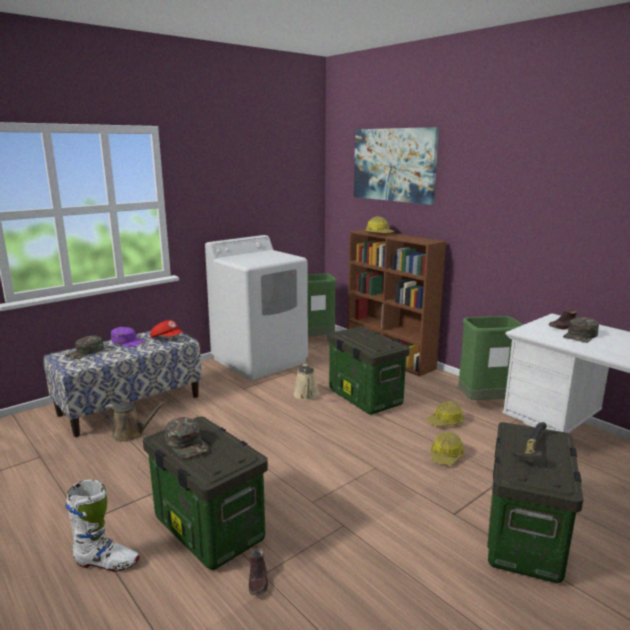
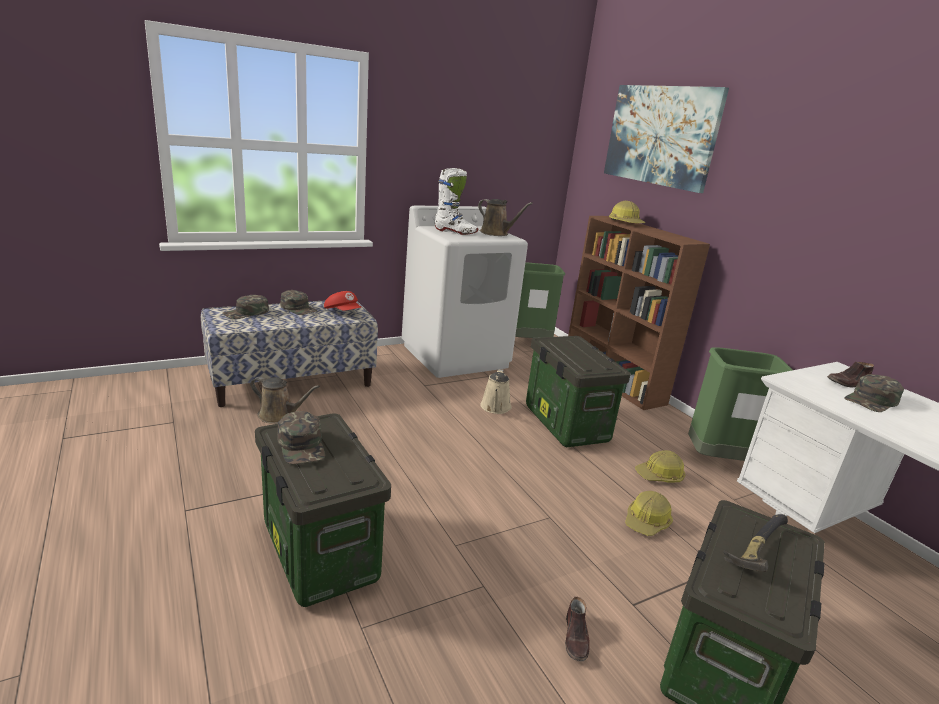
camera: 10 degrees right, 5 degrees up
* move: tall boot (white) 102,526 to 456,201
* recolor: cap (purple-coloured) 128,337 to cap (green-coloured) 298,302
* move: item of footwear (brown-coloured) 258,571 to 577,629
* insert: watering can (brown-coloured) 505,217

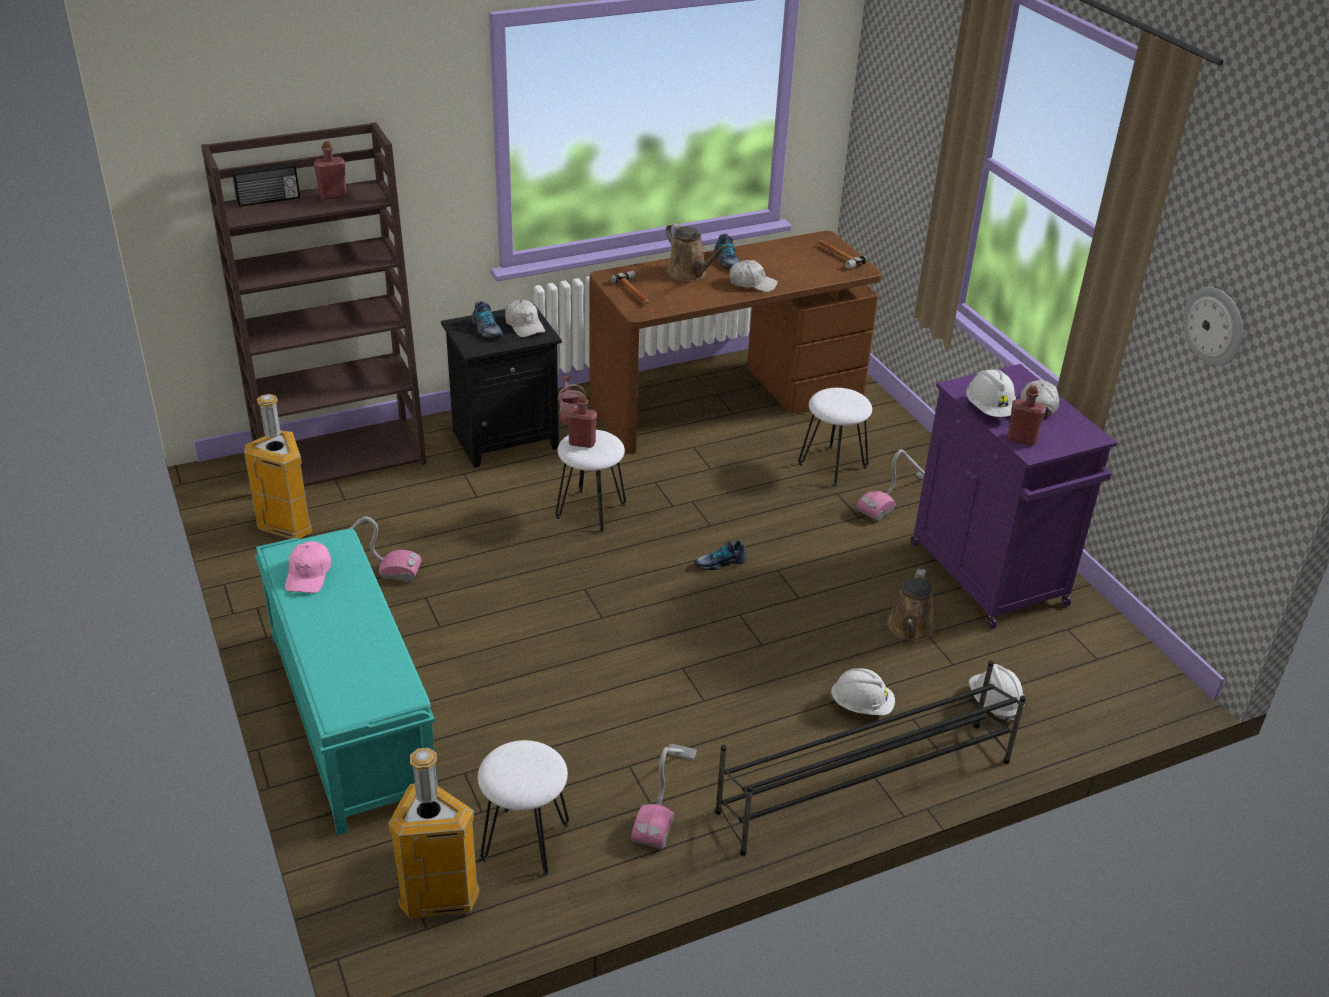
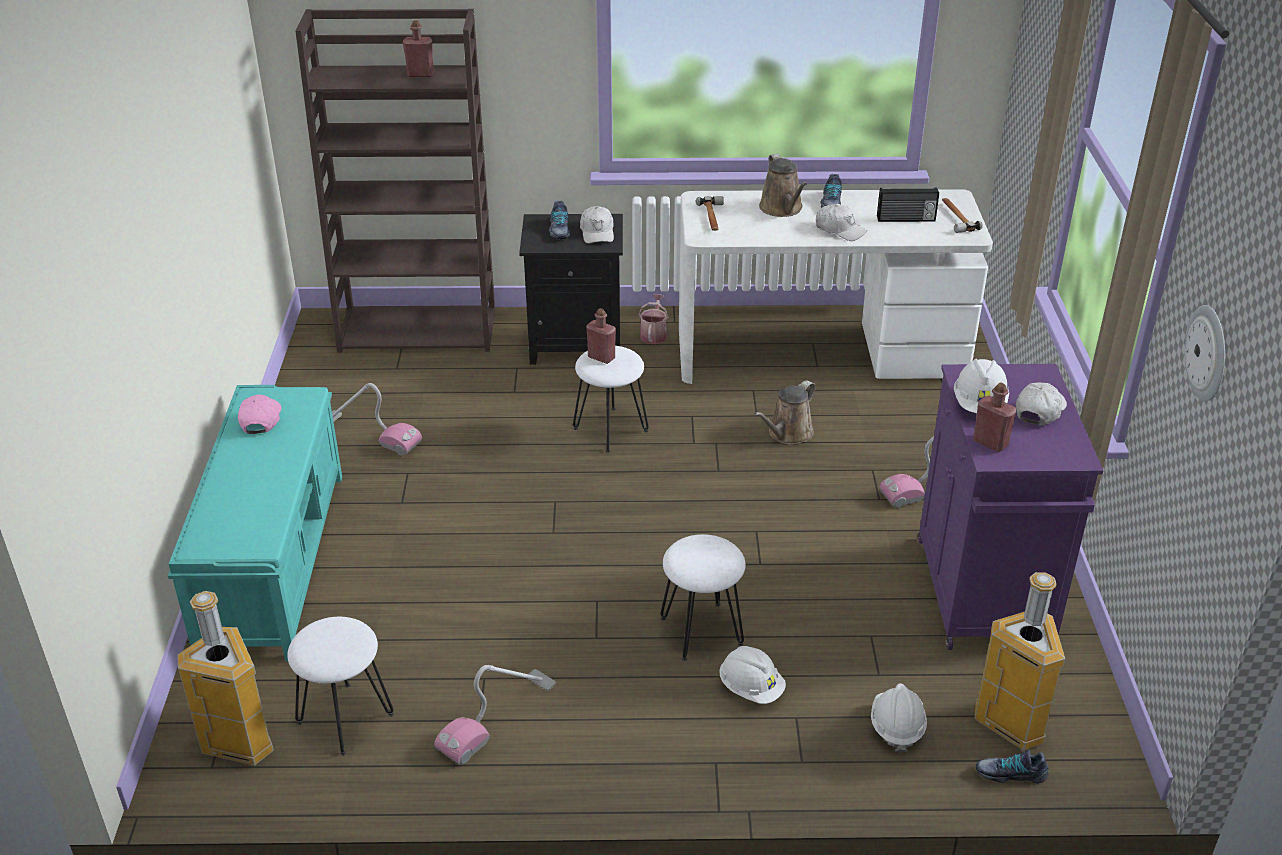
camera: 25 degrees right, 0 degrees up
* move: radio receiver 266,184 to 908,204
* move: trash can 278,466 to 1020,661
* rotate: cap (pinkish) 308,567 = 260,414 150 degrees clockwise
* recolor: desk table (brown-coloured) 735,342 to desk table (white) 836,286
* move: item of footwear 721,555 to 1012,767
* delete: shoe rack (blackish) 870,758
* move: stool (white) 835,437 to 703,597
* move: watering can (brown-coloured) 911,605 to 785,412

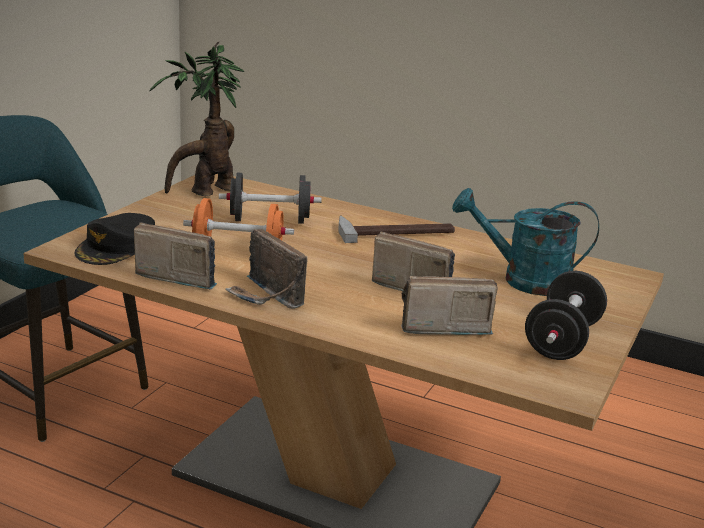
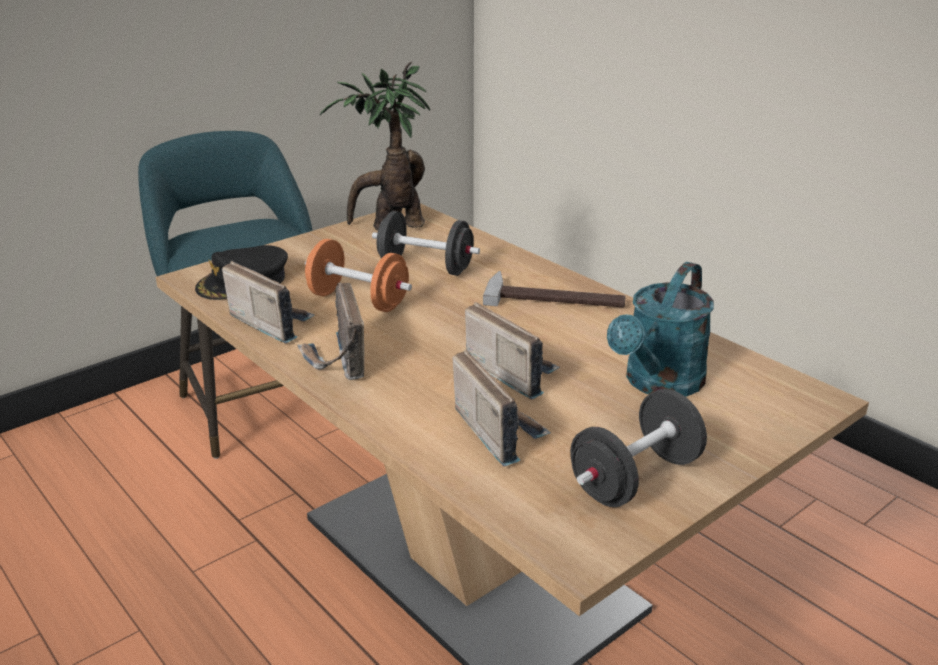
camera: 25 degrees right, 5 degrees up
* rotate: radio receiver 449,305 = 502,407 45 degrees clockwise
* rotate: watering can (turquoise) 525,242 = 660,329 90 degrees counterclockwise

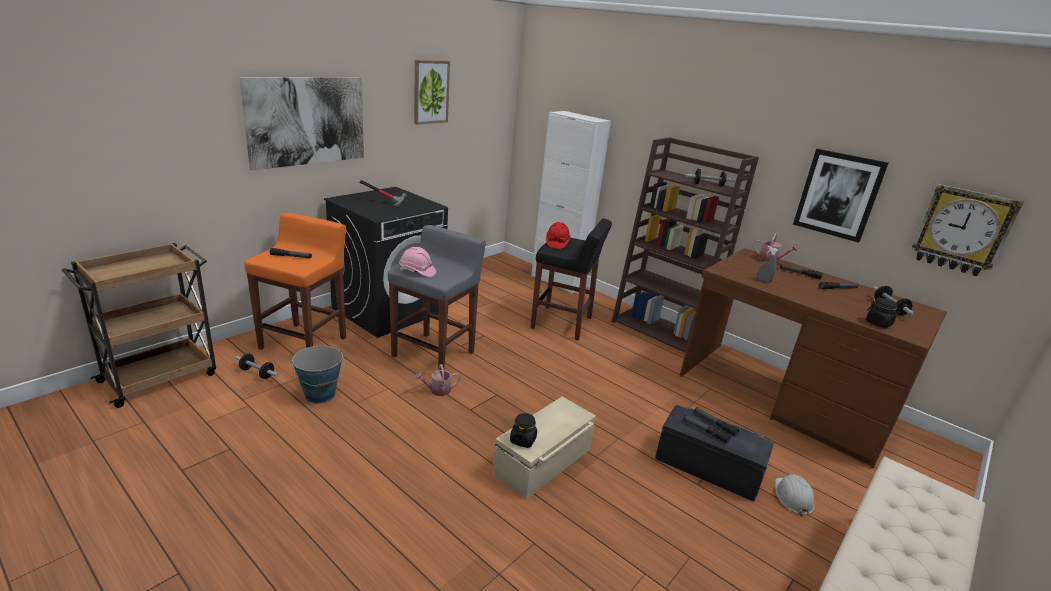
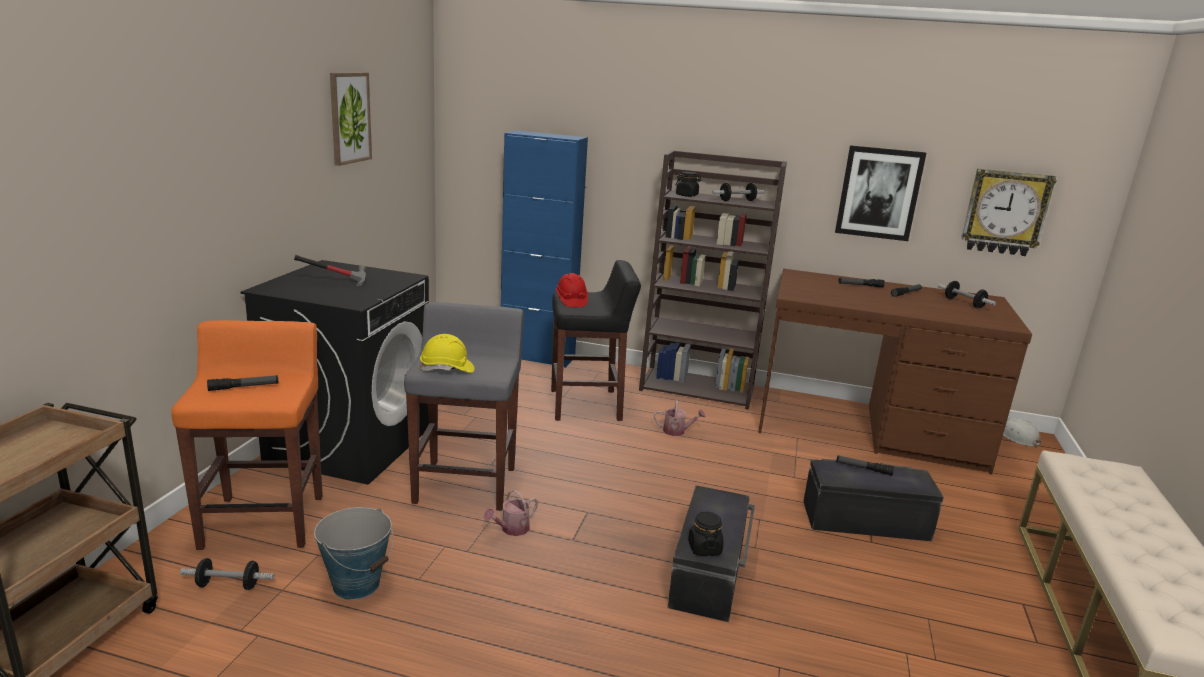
camera: 25 degrees left, 5 degrees down
* delete: wall art 301,123
* recolor: work helmet (pinkish) 417,262 to work helmet (yellowish) 446,353
* recolor: storage box (sand-coloured) 544,448 to storage box (blackish) 711,553
* recolor: cabinet (white) 571,202 to cabinet (blue) 544,249
* delete: hand torch 707,429
* move: watering can 775,248 to 680,418
* delete: spray bottle (gray) 768,264
* move: work helmet (white) 795,495 to 1022,432
* move: jar (blackish) 883,313 to 689,184

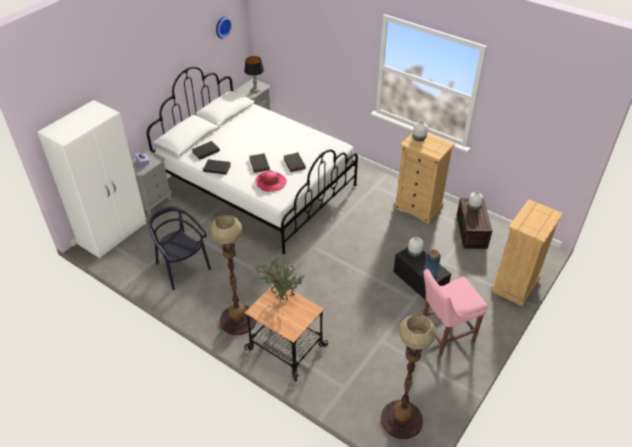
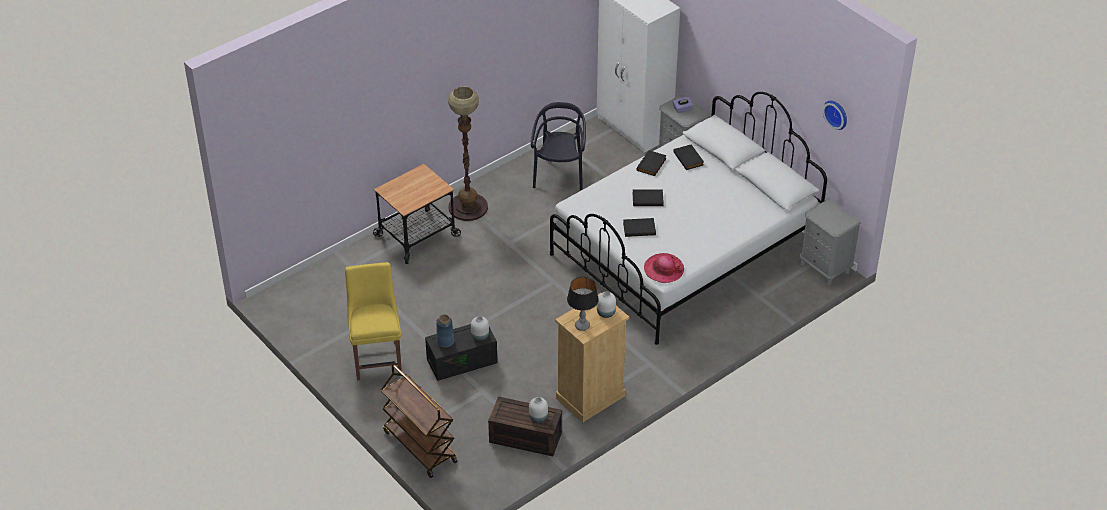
camera: 105 degrees right, 0 degrees up
* rotate: plain chair (blackish) 179,248 = 558,146 60 degrees counterclockwise
* move: lamp for a table 254,74 to 583,304
* delete: potted plant 279,277
* move: clothing hat 271,181 to 664,268
* delete: standing lamp 408,376
* recolor: plain chair (pinkish) 455,312 to plain chair (yellowish) 373,321
* replace: chest of drawers (sand-coloured) 527,252 to trolley (brown-coloured) 419,421

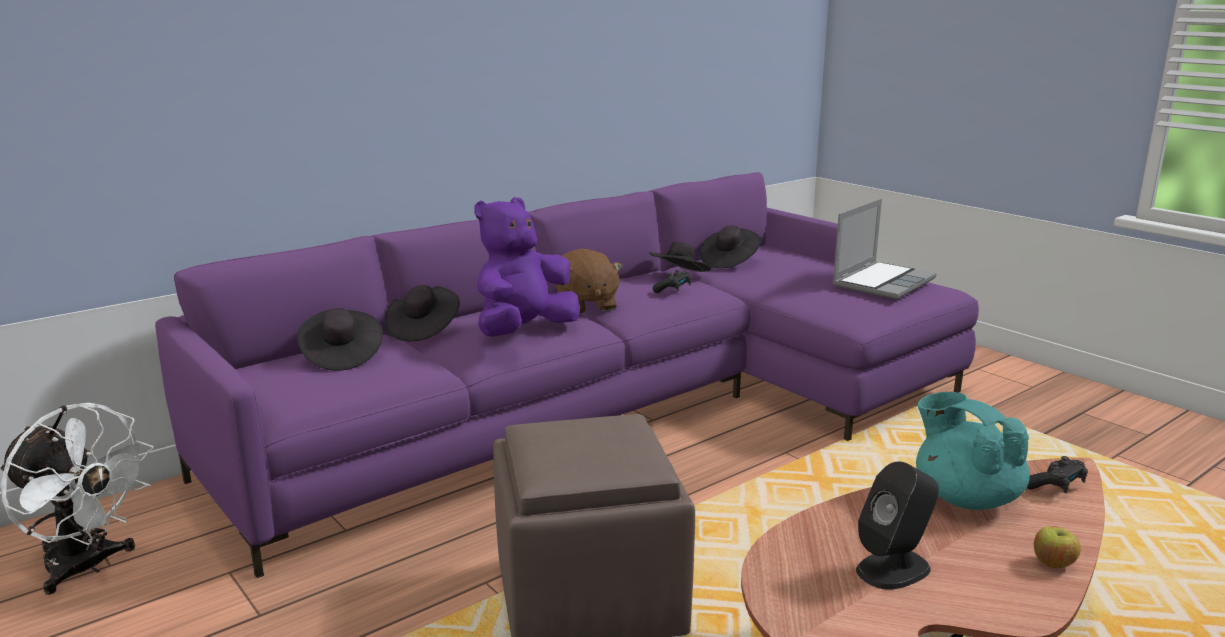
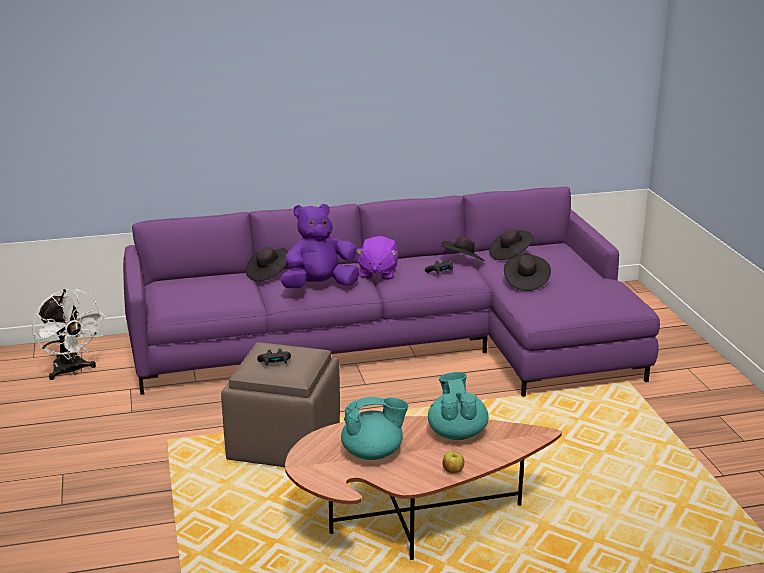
camera: 25 degrees right, 5 degrees up
* move: clothing hat (blackish) 340,339 to 527,272
* recolor: cuddly toy (brown-coloured) 589,281 to cuddly toy (purple-coloured) 377,258
* delete: portable computer 884,249
* replace: loudspeaker (blackish) 897,525 to pot for tea (turquoise) 375,428
* move: joypad (blackish) 1057,474 to 274,357

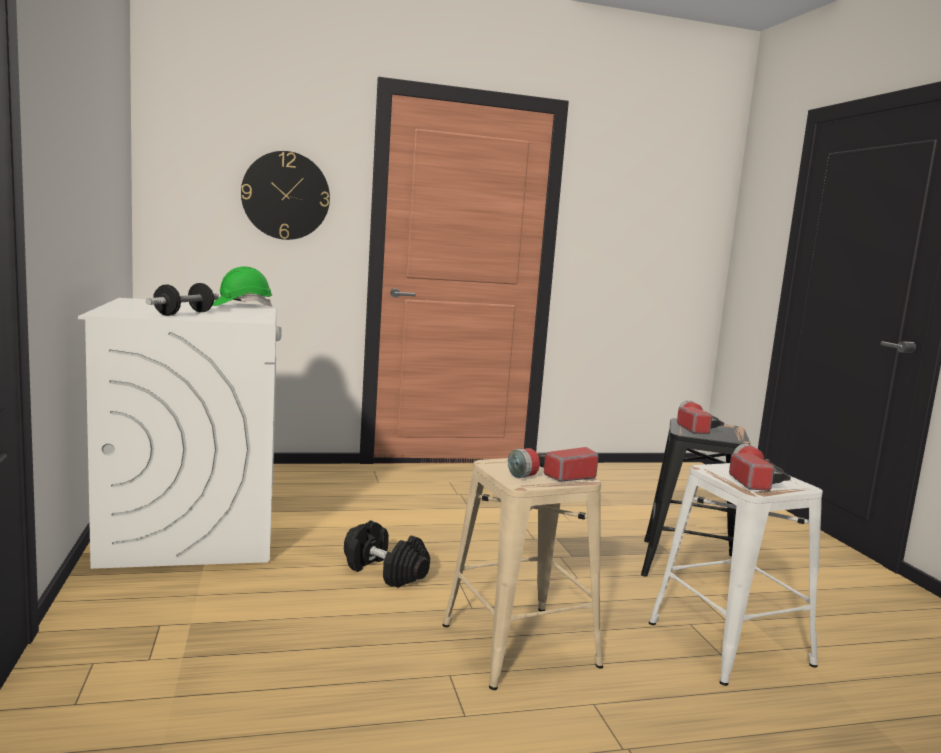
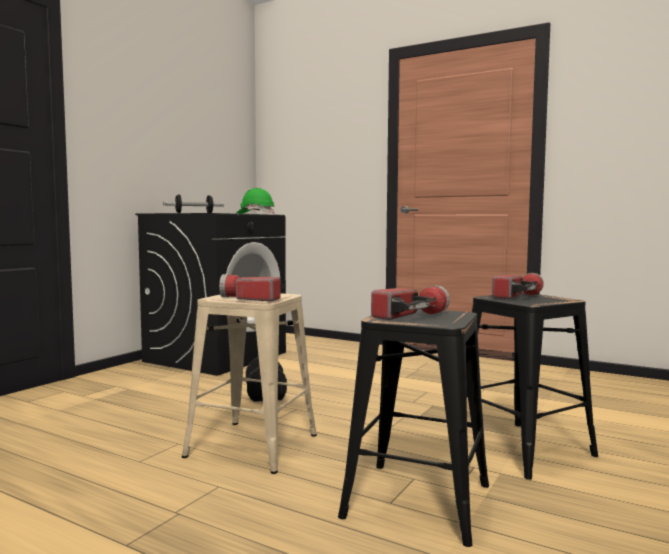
camera: 45 degrees right, 5 degrees down
* recolor: laundry appliance (white) 180,433 to laundry appliance (blackish) 210,294
* delete: clock on the wall 285,195
* recolor: stool (white) 736,574 to stool (blackish) 413,428

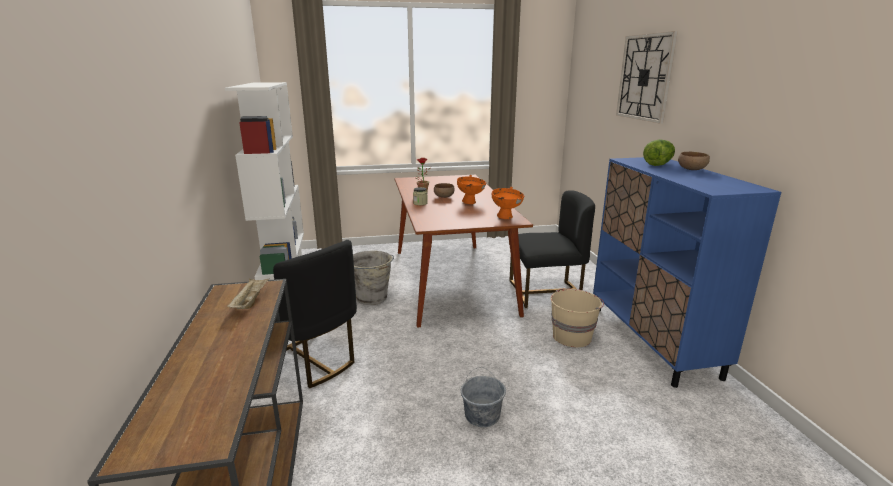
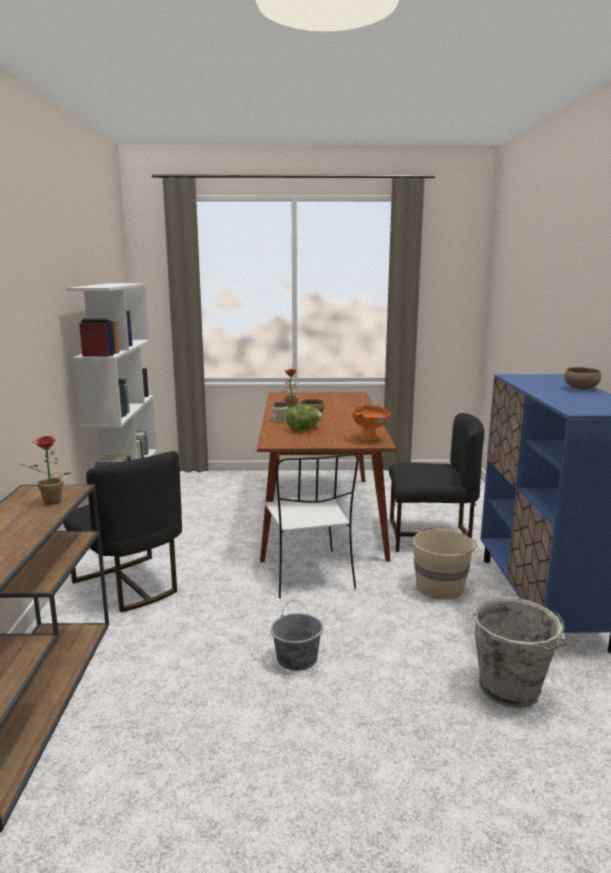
camera: 10 degrees right, 5 degrees down
* replace: serving tray (sand-coloured) 248,293 to potted plant 45,470
* move: pail (gray) 373,277 to 519,652
* delete: deep dish (orangey) 471,189
* delete: clock on the wall 647,77
* move: lettuce head 659,152 to 304,418
* insert: plain chair (white) 311,525

